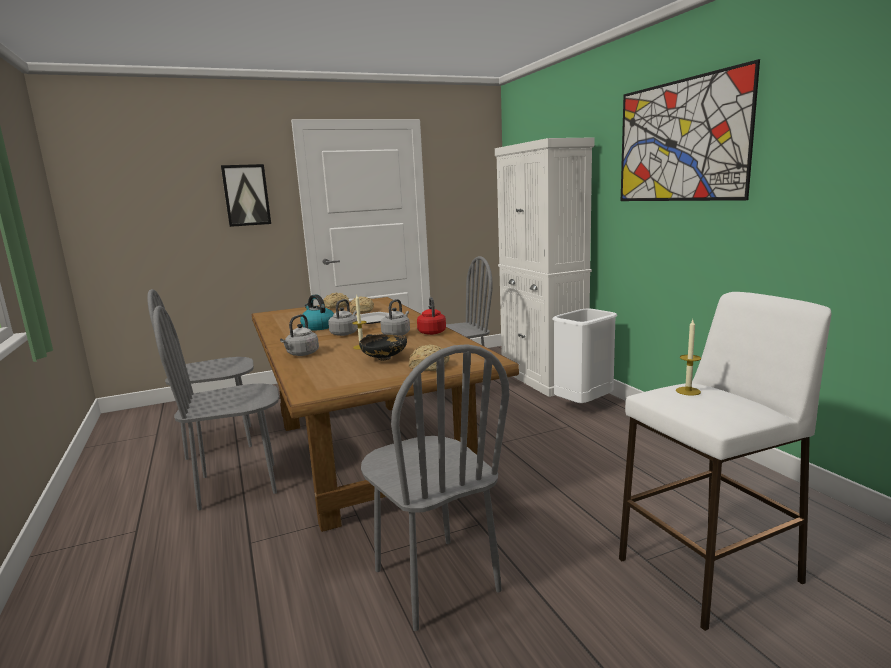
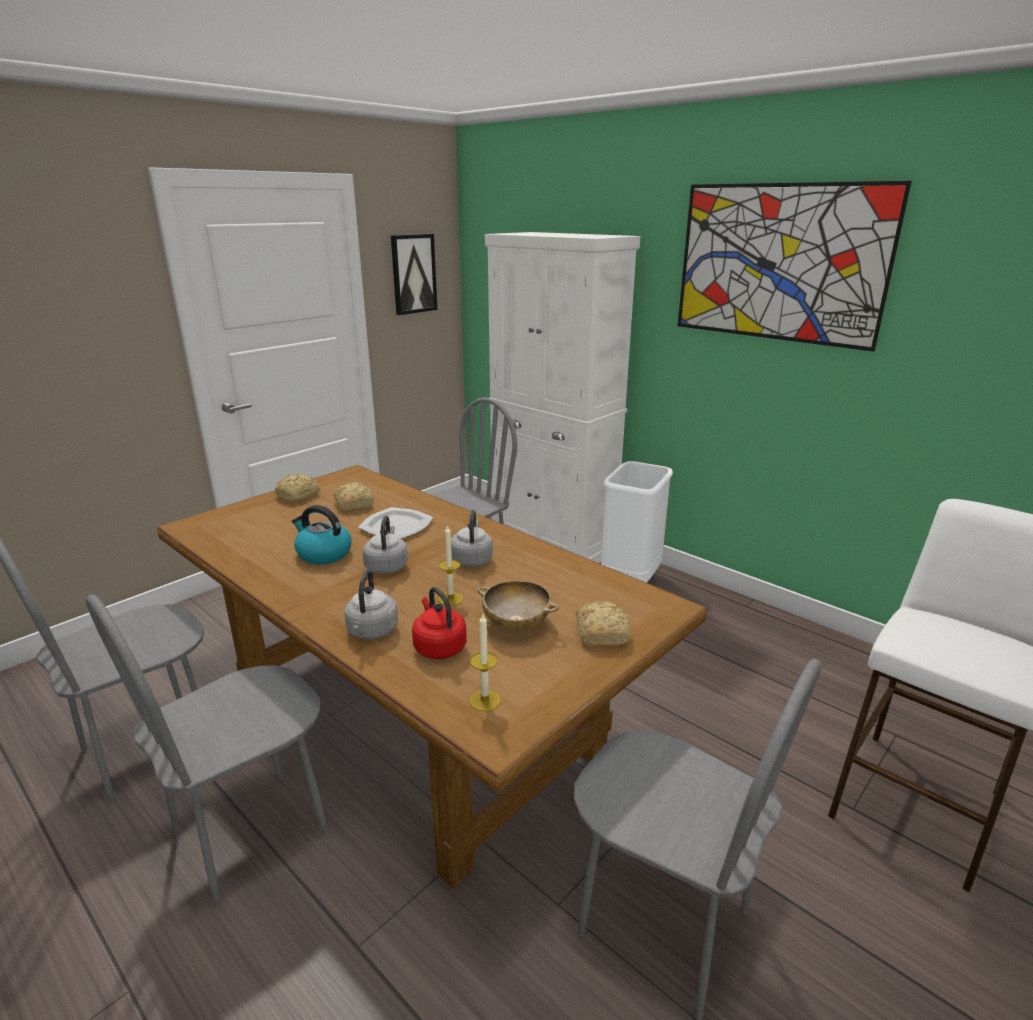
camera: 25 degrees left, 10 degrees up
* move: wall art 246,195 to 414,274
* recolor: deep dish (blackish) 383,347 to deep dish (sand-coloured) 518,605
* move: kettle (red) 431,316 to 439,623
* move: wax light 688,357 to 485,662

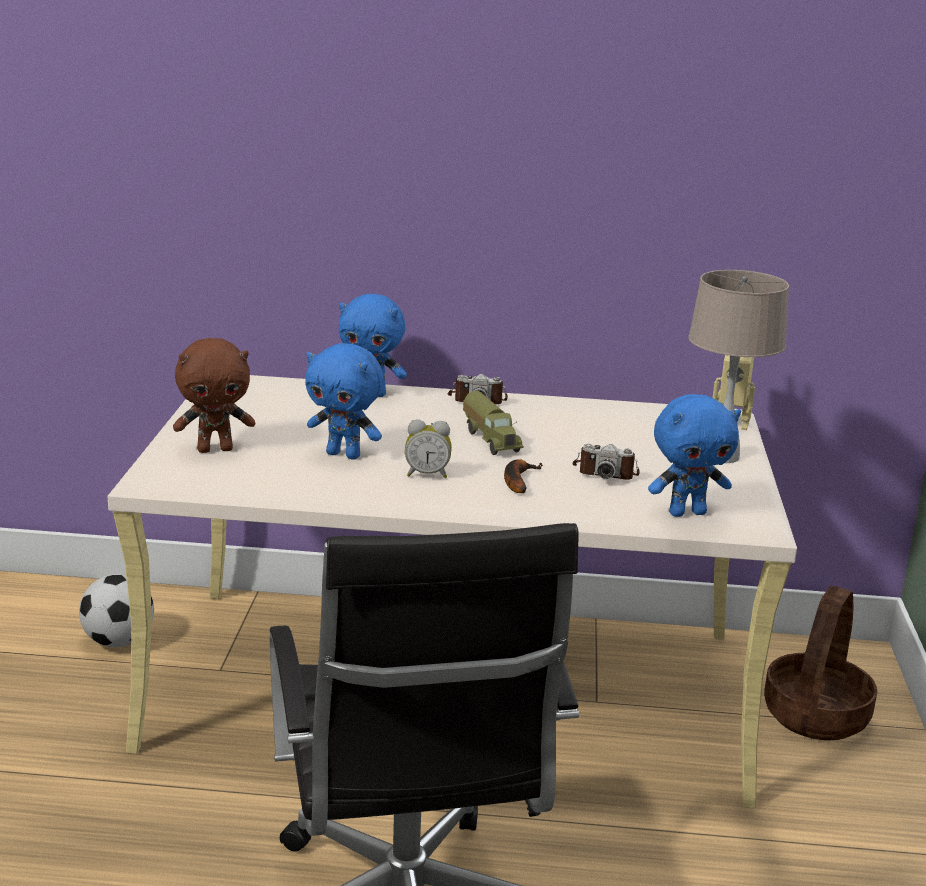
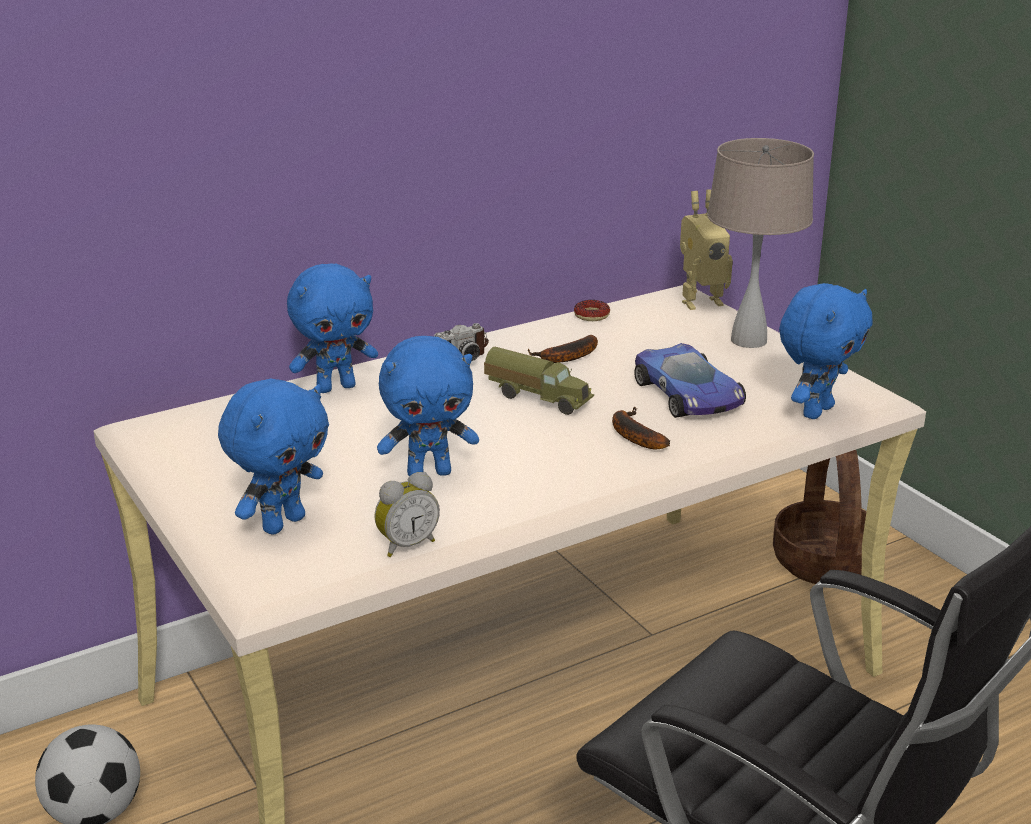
camera: 35 degrees left, 5 degrees up
* recolor: cuddly toy (brown-coloured) 214,395 to cuddly toy (blue) 273,456
* move: bedside clock 428,449 to 407,514
* replace: still camera 606,462 to model car 690,380
* insert: banana 563,349
* insert: donut 592,310

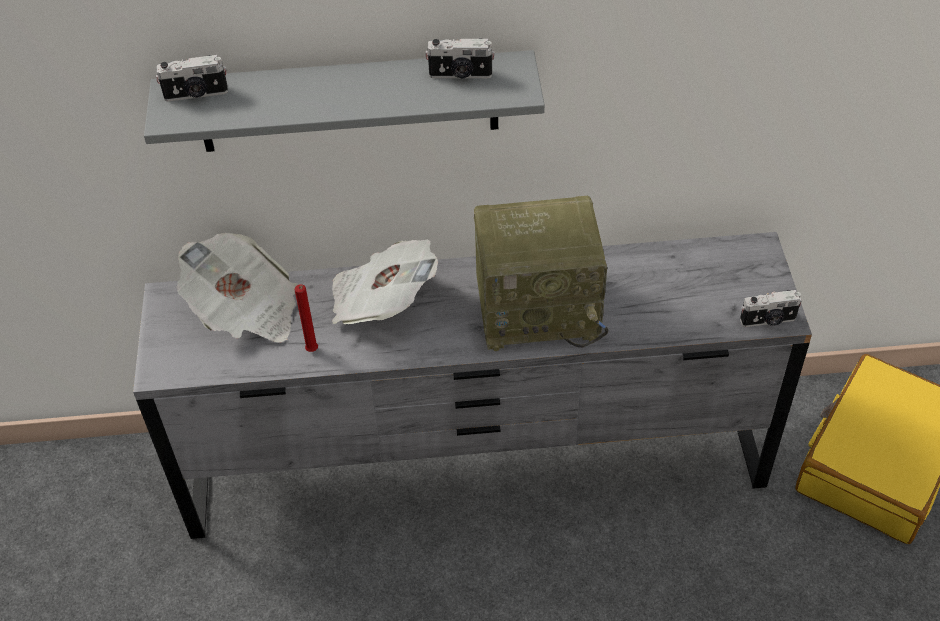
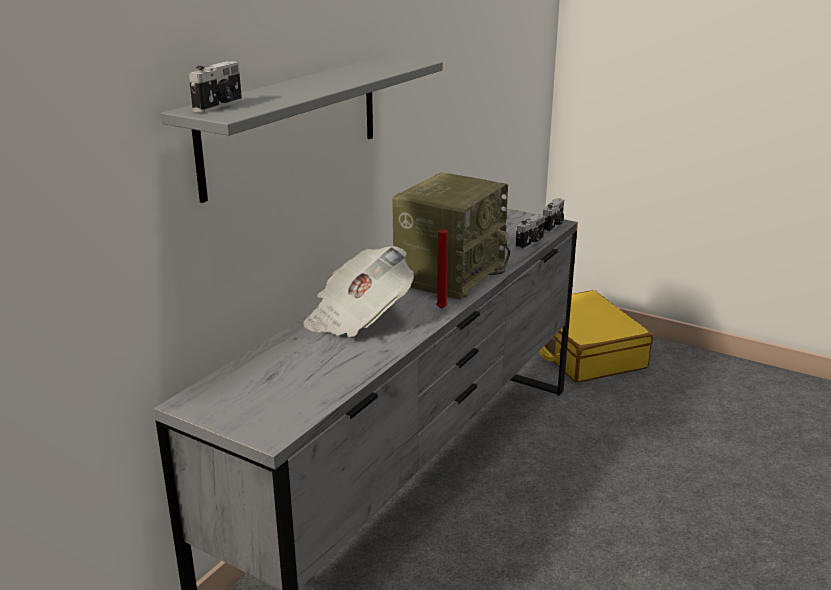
camera: 55 degrees left, 25 degrees down
* delete: newspaper 237,288
* move: wax light (red) 306,318 to 444,266
* move: still camera 460,58 to 530,232

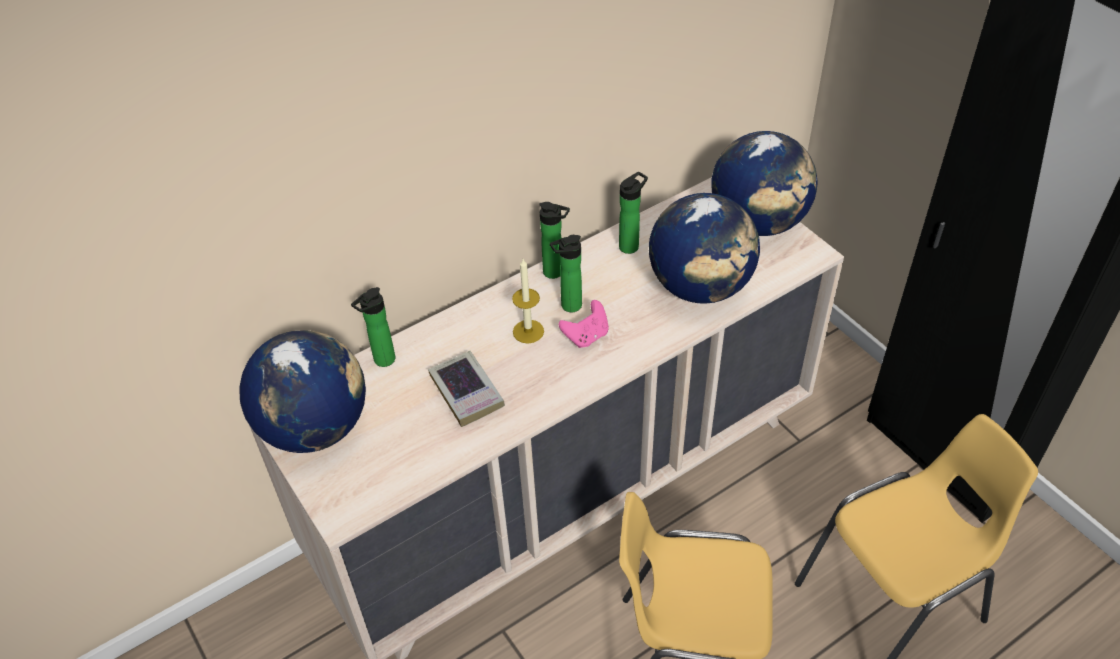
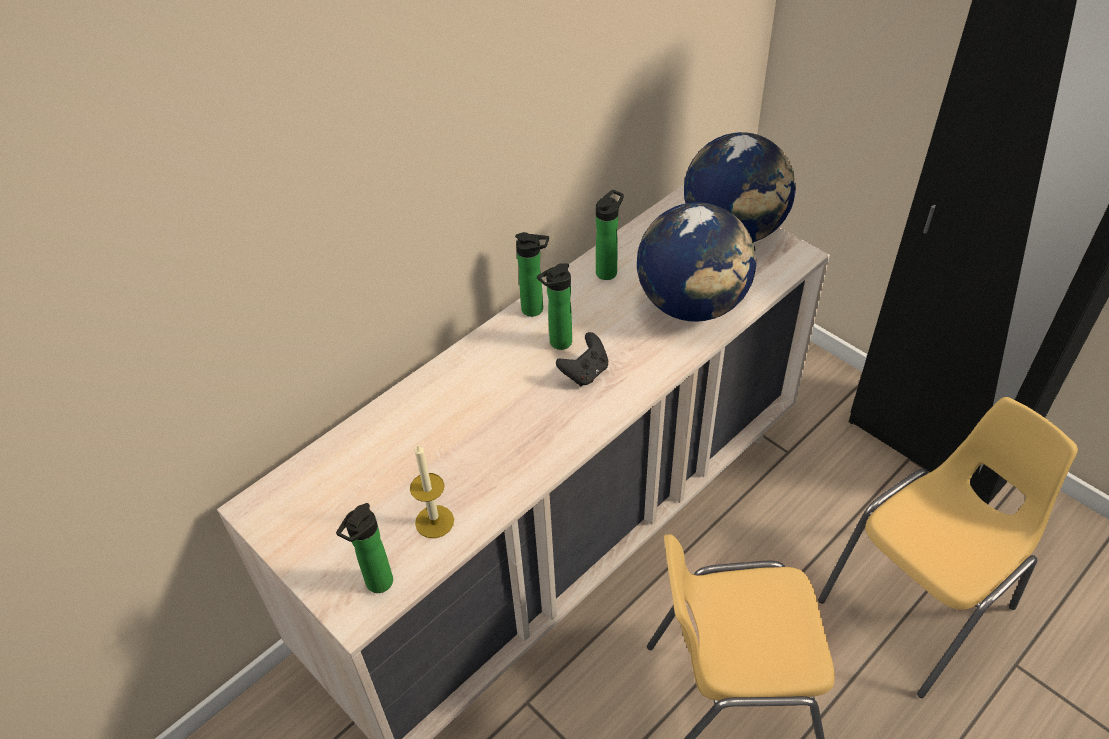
camera: 10 degrees left, 0 degrees up
* delete: desk globe 302,391
* move: drink bottle 373,327 to 364,548
* delete: book 466,389
* move: wax light 528,301 to 432,491
* recolor: joypad (pinkish) 583,324 to joypad (blackish) 582,359

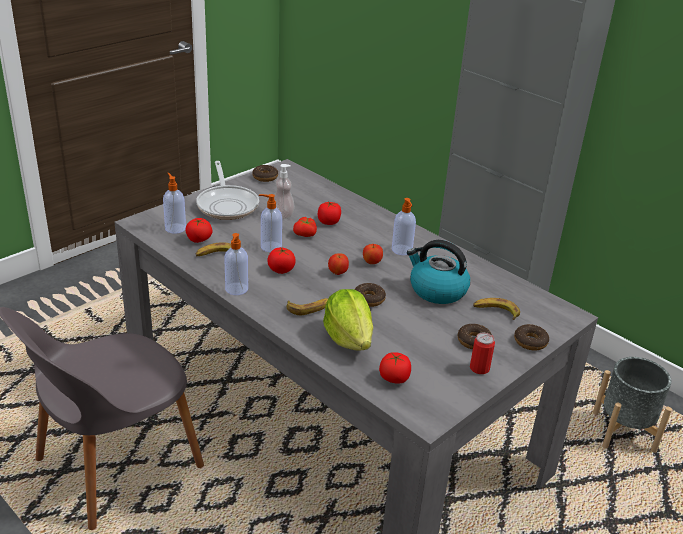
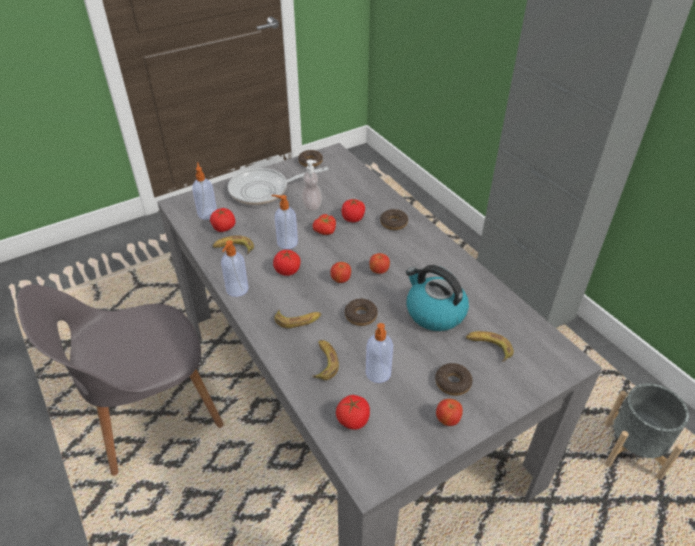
camera: 15 degrees right, 10 degrees up
* rotate: skillet 227,190 = 278,186 75 degrees clockwise
* replace: lettuce head 348,319 to banana 325,360
* move: soap bottle 404,226 to 379,353
* replace: metal can 482,353 to whole apple 449,412
* move: donut 531,337 to 394,219

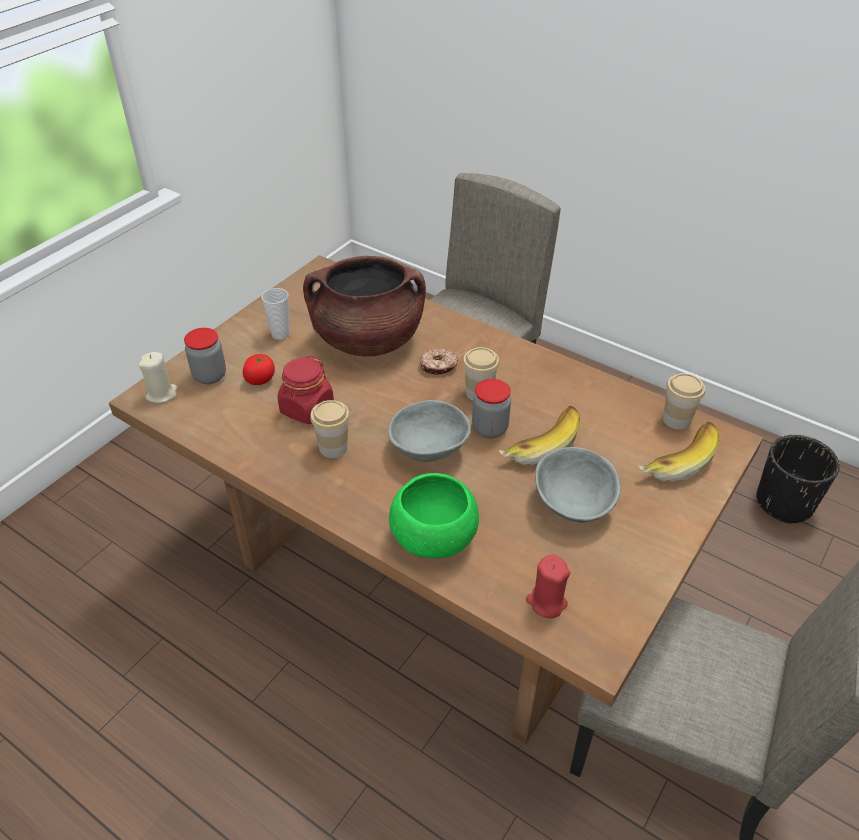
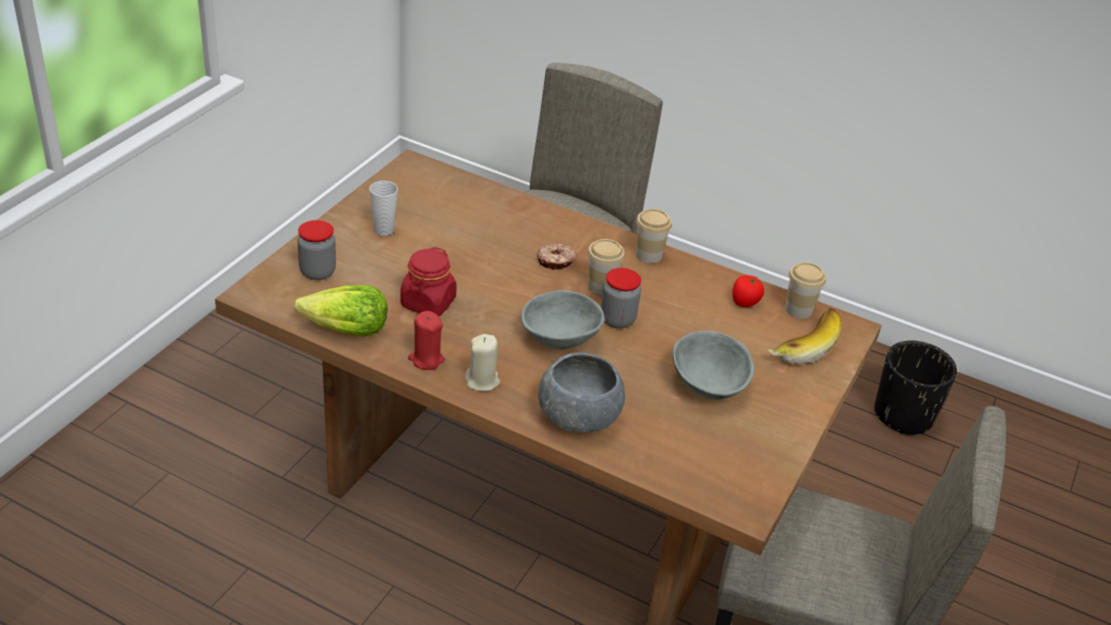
camera: 10 degrees left, 5 degrees down
* move: wax light (sand-coloured) 158,377 to 482,363
* move: fresh tomato 259,369 to 748,291
* delete: stockpot (brown-coloured) 364,306
* move: cup 330,429 to 654,236
* recolor: deep dish (green-coloured) 434,515 to deep dish (gray) 581,392
* delete: banana 539,435
* move: wax light (red) 548,586 to 426,340
* insert: lettuce head 341,311

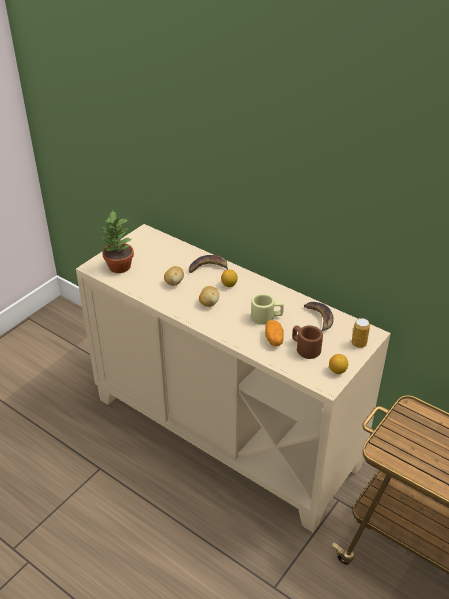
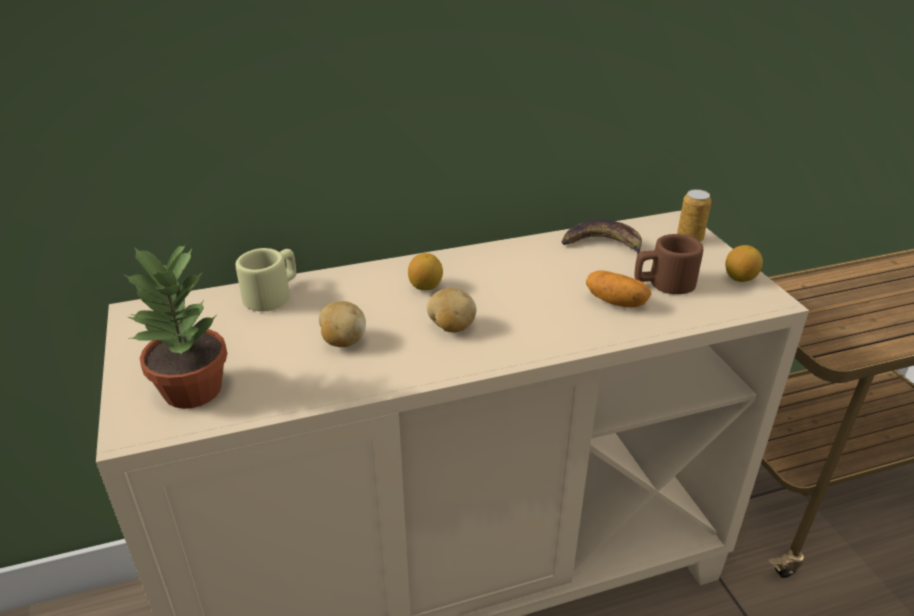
camera: 55 degrees left, 5 degrees down
* delete: banana 208,264
* move: tea mug (sand-coloured) 267,309 to 266,279

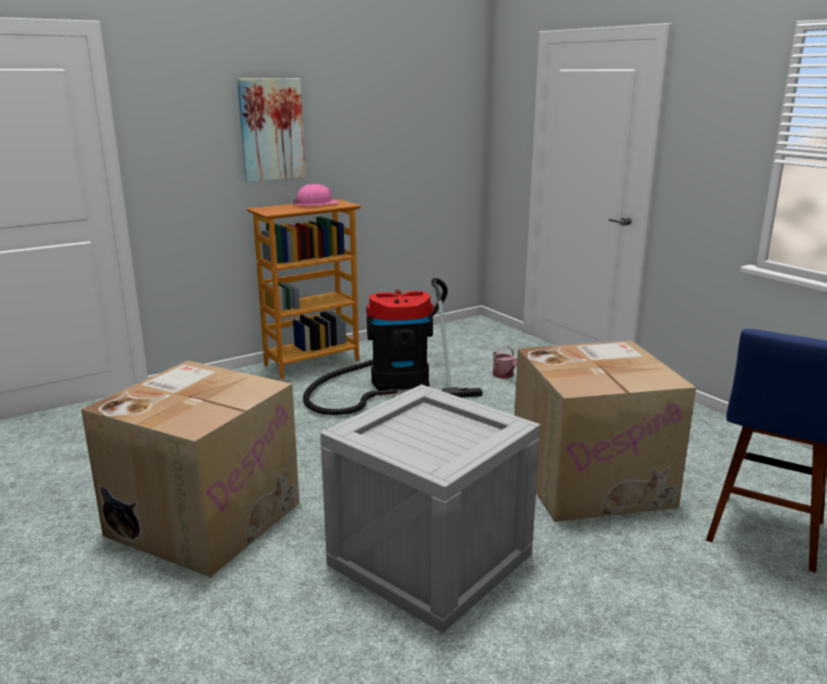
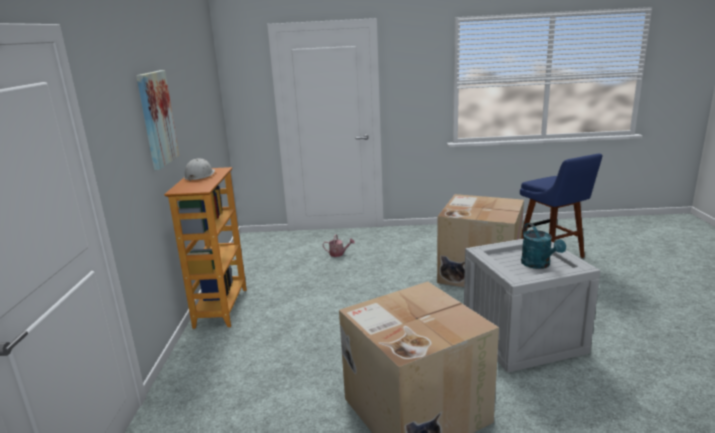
camera: 55 degrees left, 0 degrees up
* recolor: work helmet (pinkish) 316,195 to work helmet (white) 199,169
* delete: vacuum 392,346
* insert: watering can (turquoise) 543,246

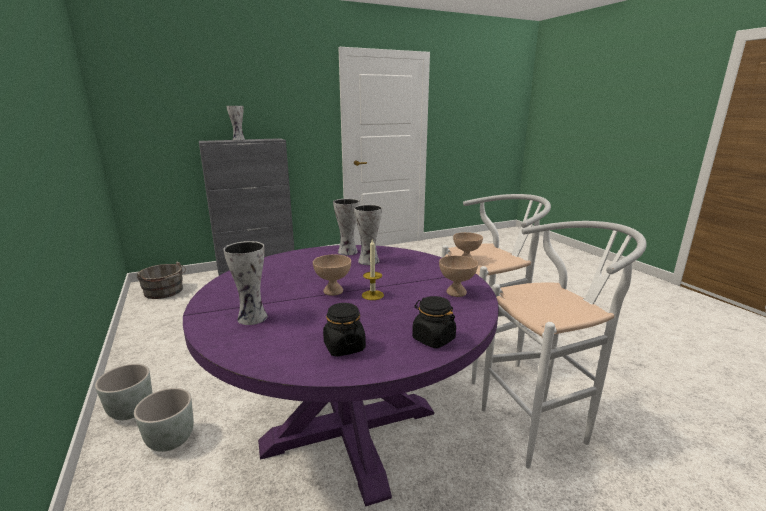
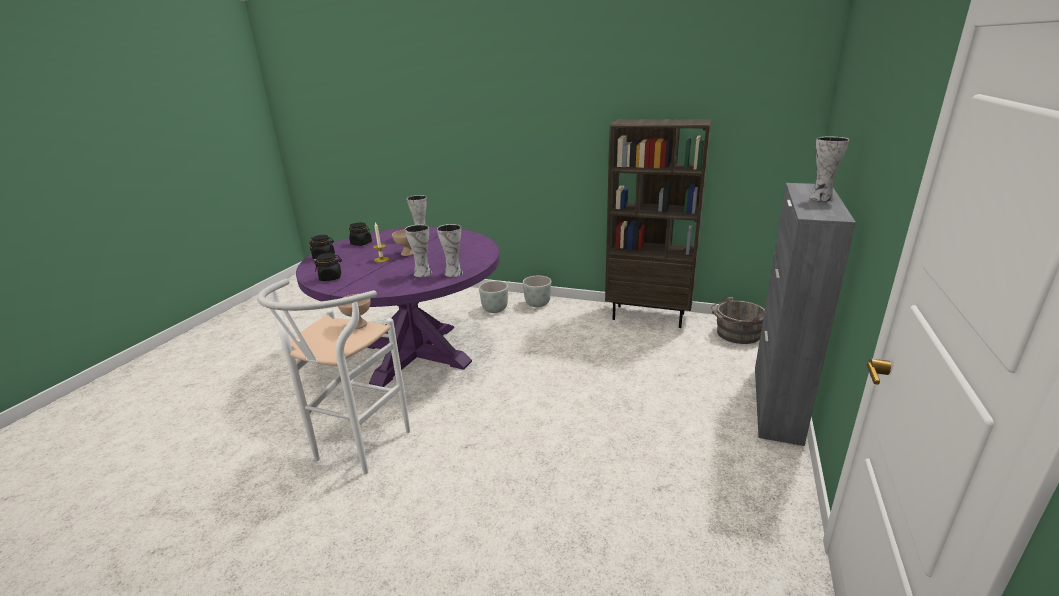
camera: 135 degrees right, 5 degrees up
* replace: deep dish (sand-coloured) 458,276 to jar (blackish) 328,267
* delete: stool (white) 564,345
* insert: shelving unit (brown-coloured) 658,223

